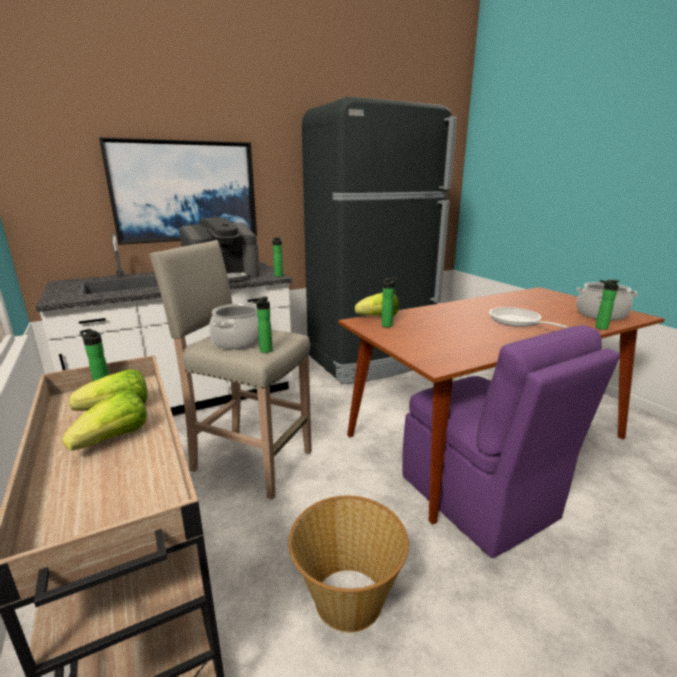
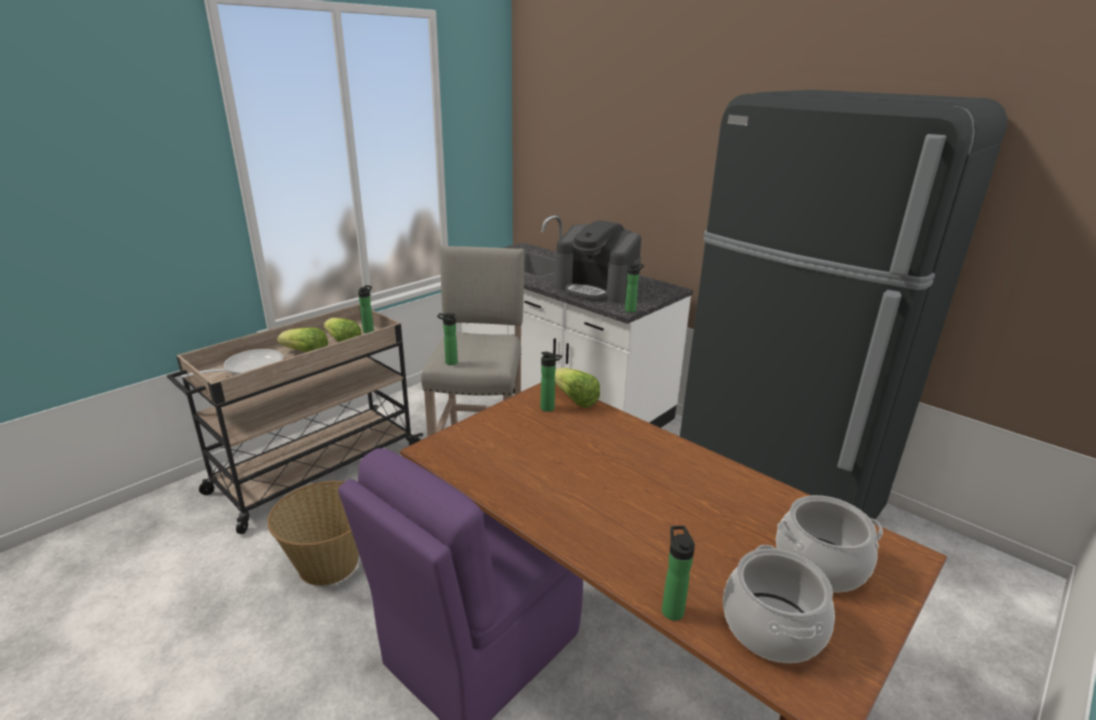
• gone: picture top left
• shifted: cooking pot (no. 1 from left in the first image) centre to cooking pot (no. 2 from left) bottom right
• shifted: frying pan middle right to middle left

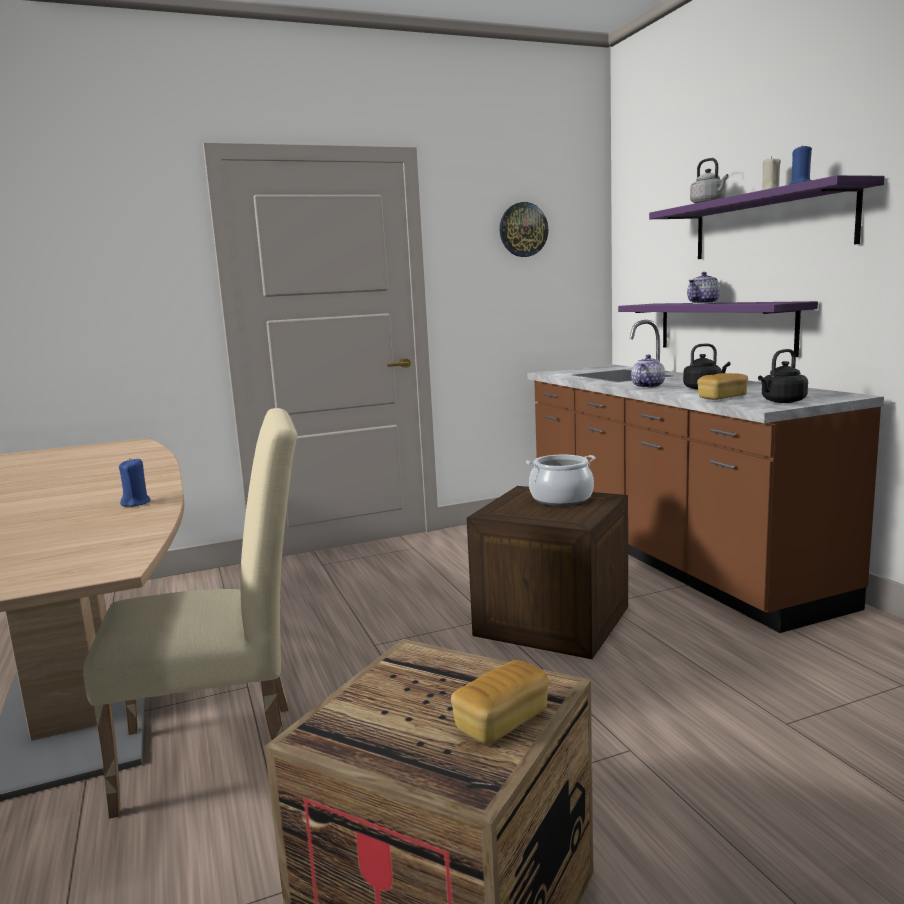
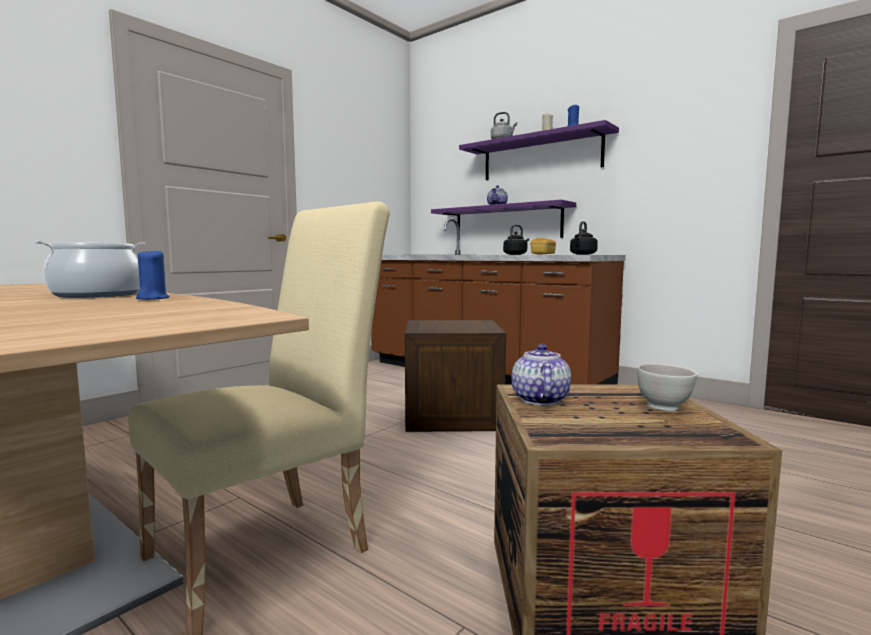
• gone: wall clock top centre
• shifted: teapot (no. 1 from left in the first image) middle right to teapot (no. 2 from left) centre
• shifted: cooking pot centre to middle left
• swapped: bread (no. 1 from left) bottom centre to white bowl middle right

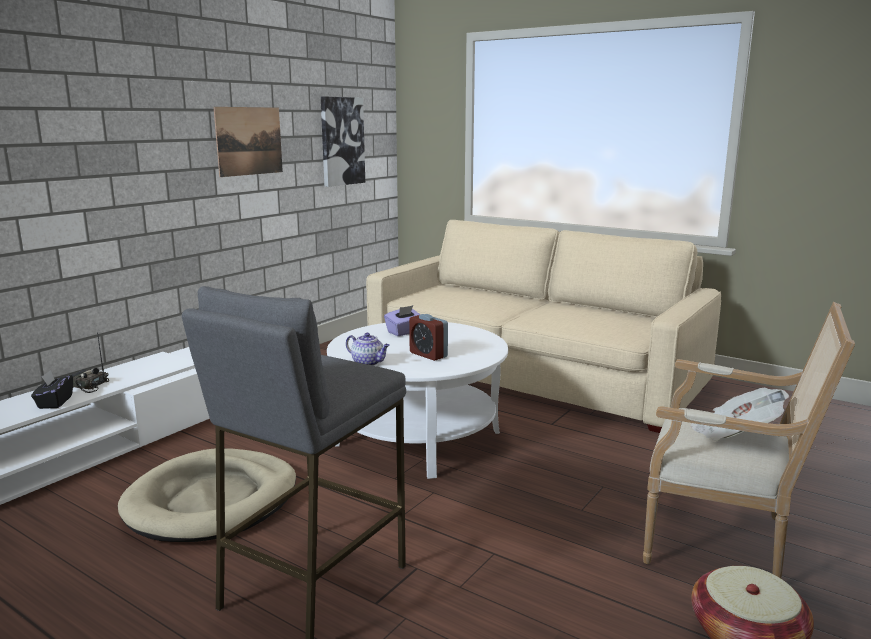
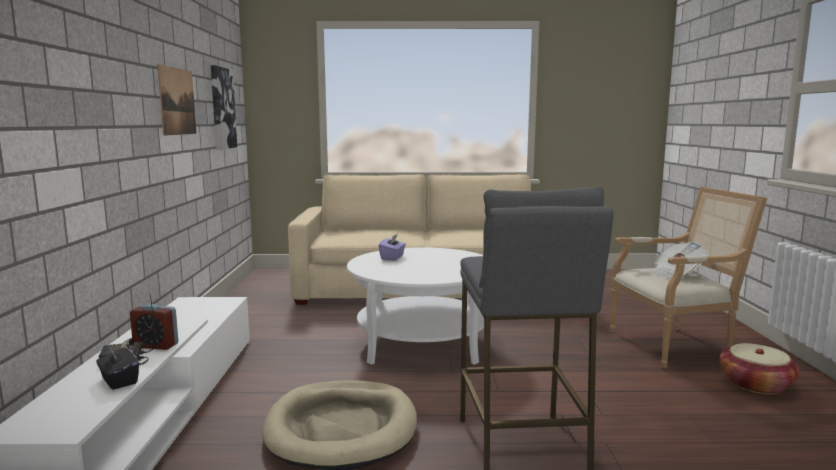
• shifted: alarm clock centre to bottom left
• gone: teapot centre

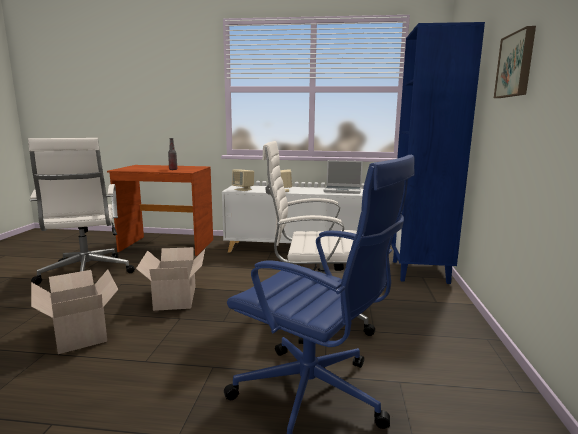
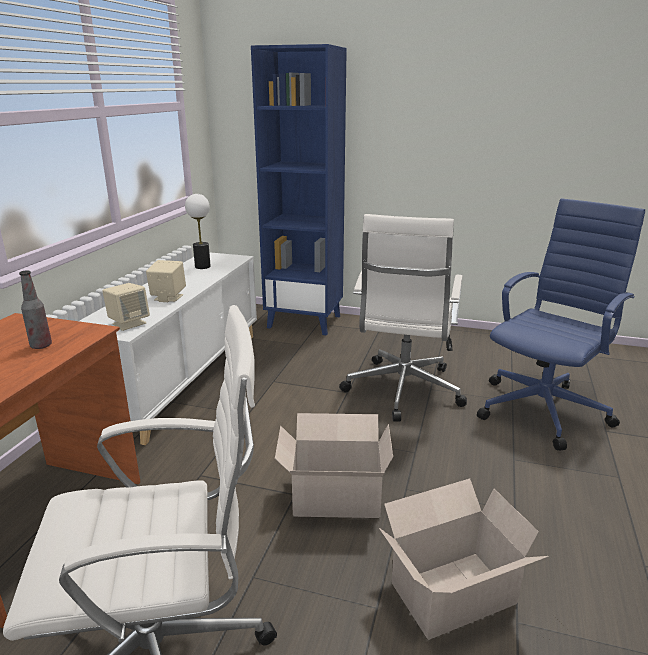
• gone: picture top right
• swapped: laptop centre to table lamp middle left

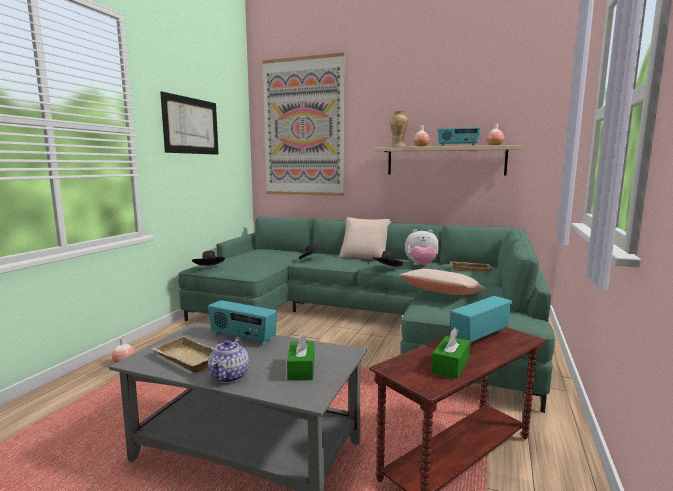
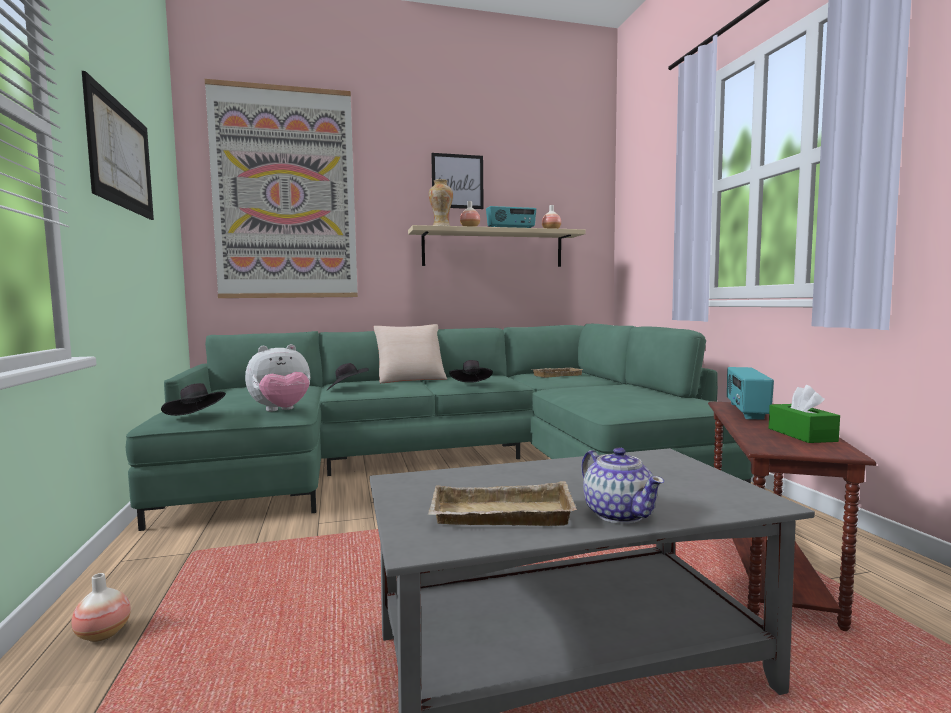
• shifted: plush toy centre to middle left
• gone: beige pillow (no. 2 from left) centre
• gone: radio (no. 1 from left) centre
• gone: green tissue box (no. 1 from left) bottom centre
• new: picture (no. 3 from left) top centre

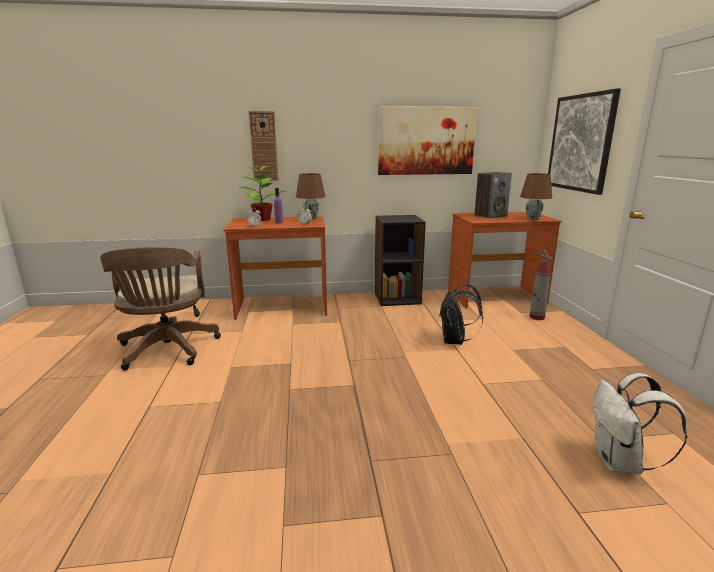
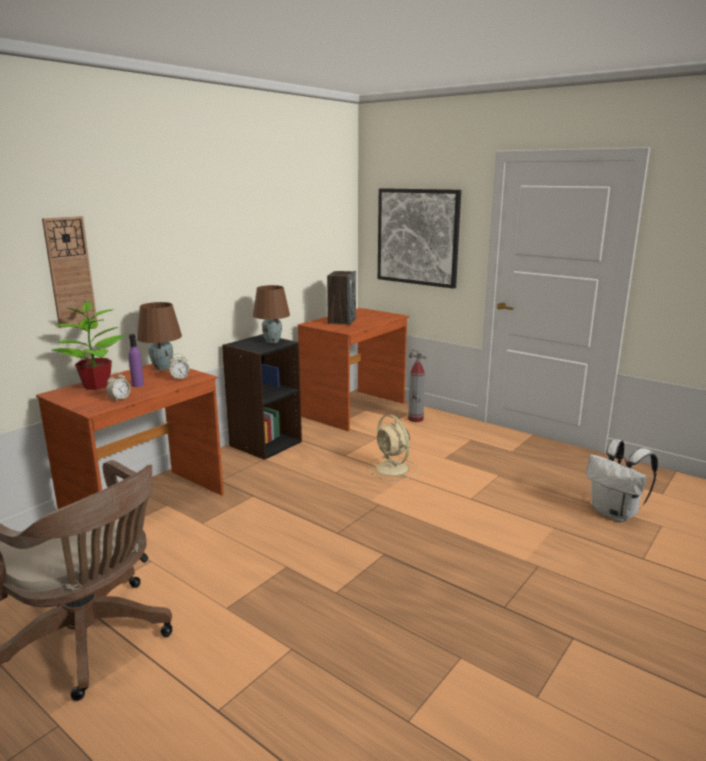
• gone: picture (no. 1 from left) top centre
• shifted: brown table lamp (no. 2 from left) middle right to centre
• swapped: black backpack centre to beige fan centre

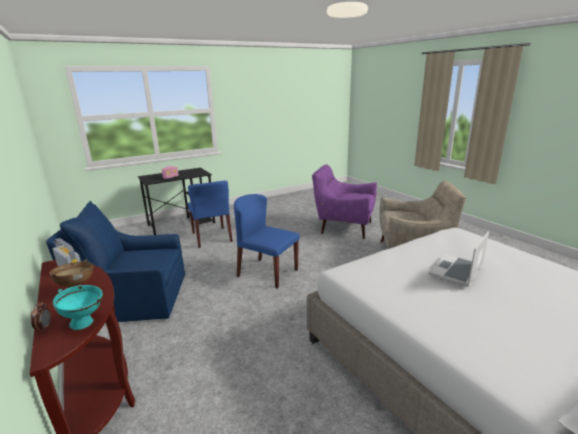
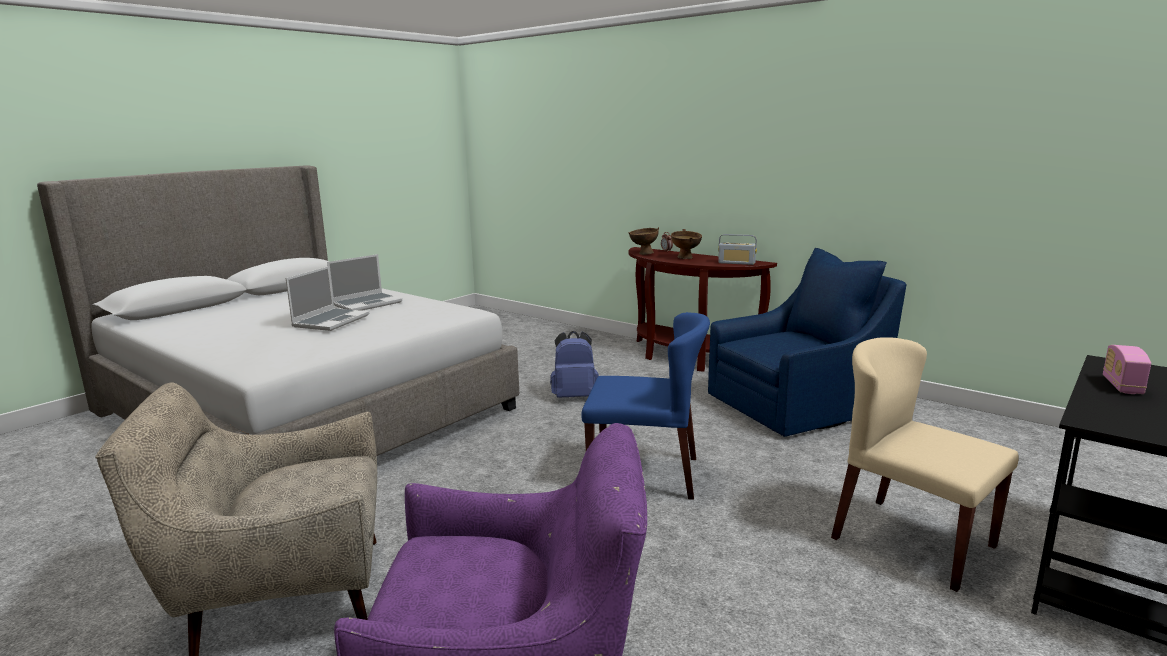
• repainted: blue chair (no. 1 from left) centre to beige chair bottom right
• repainted: turquoise bowl bottom left to brown bowl (no. 1 from left) centre
• new: laptop (no. 2 from left) middle left
• new: blue backpack centre

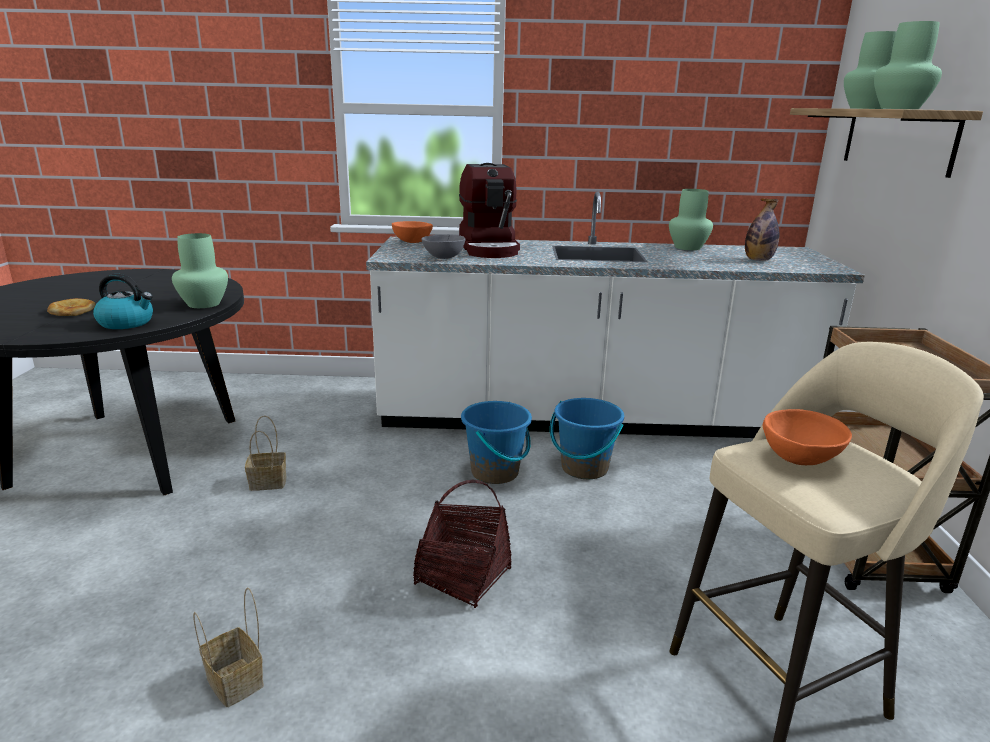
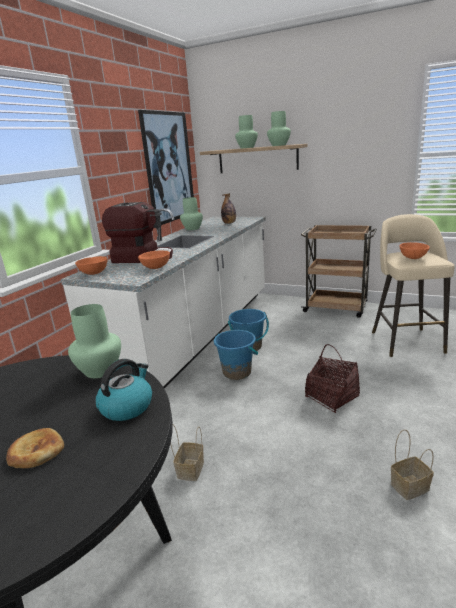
• repainted: grey bowl top centre to orange bowl (no. 2 from left) centre
• new: picture top centre

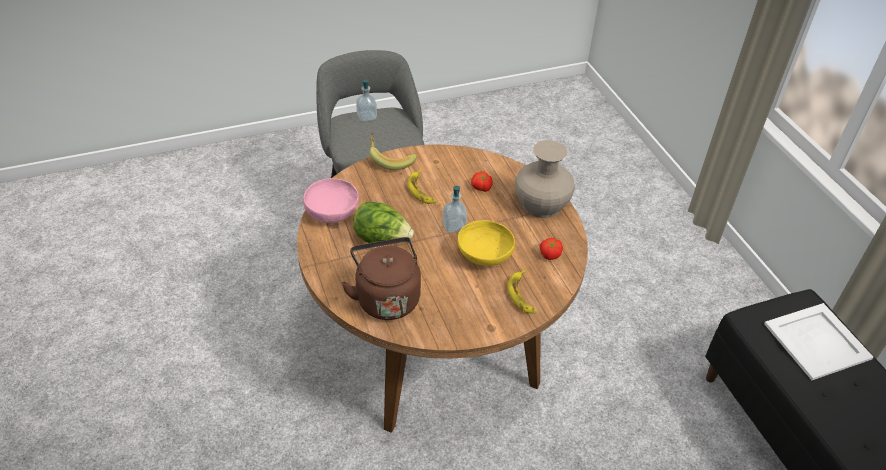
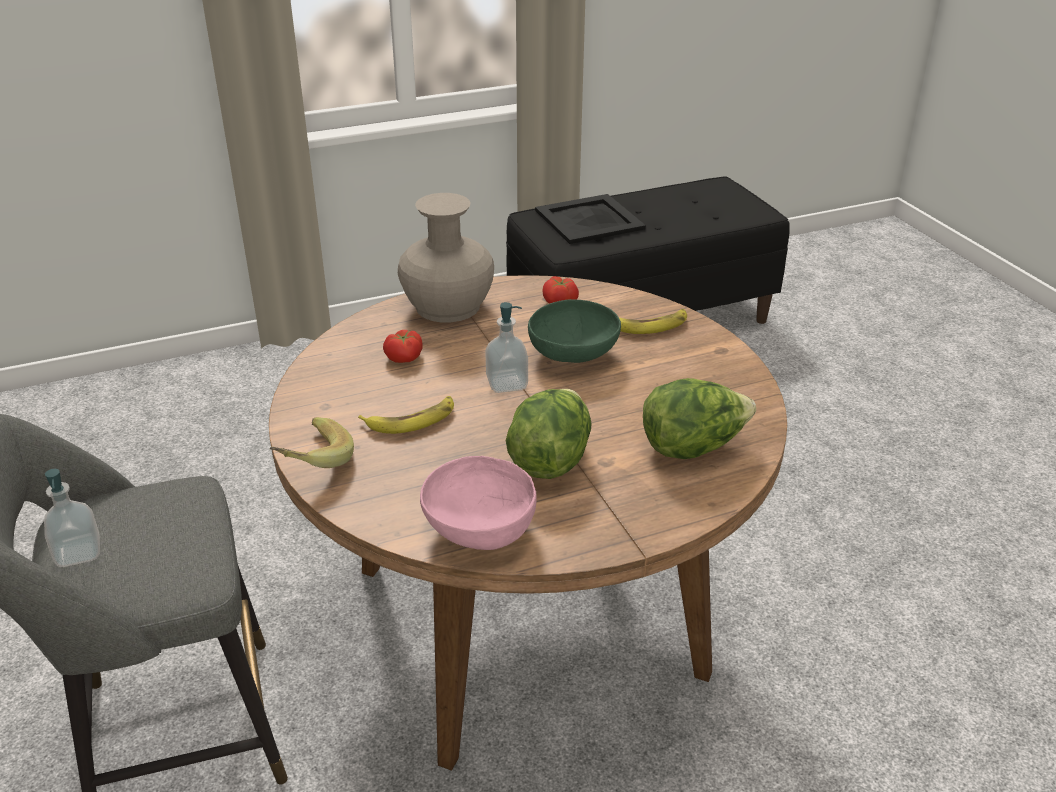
• repainted: yellow bowl centre to green bowl centre
• swapped: brown kettle centre to lettuce (no. 2 from left) centre
• repainted: white tray bottom right to black tray top centre

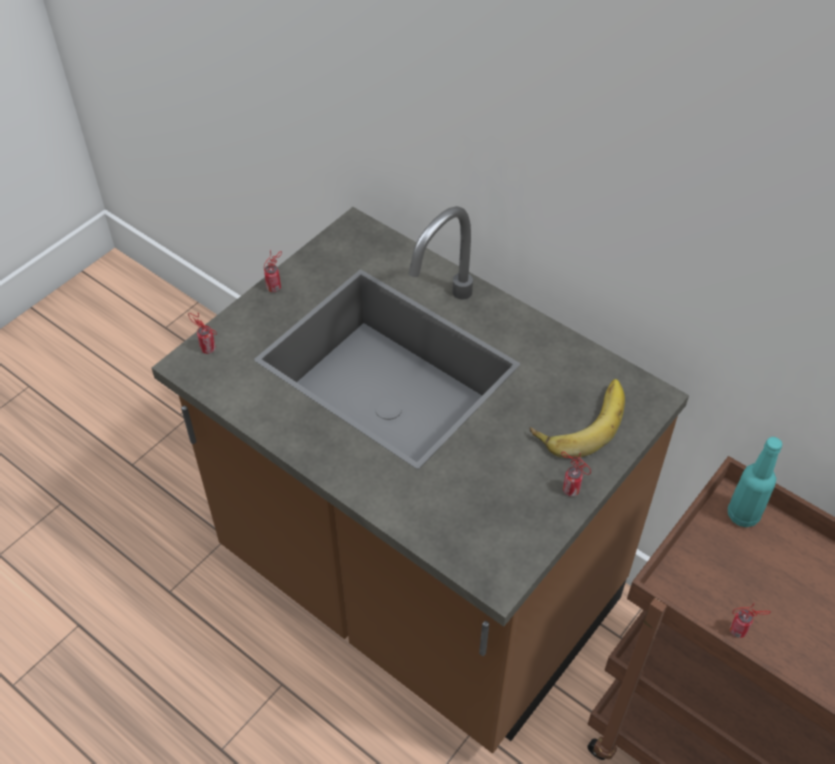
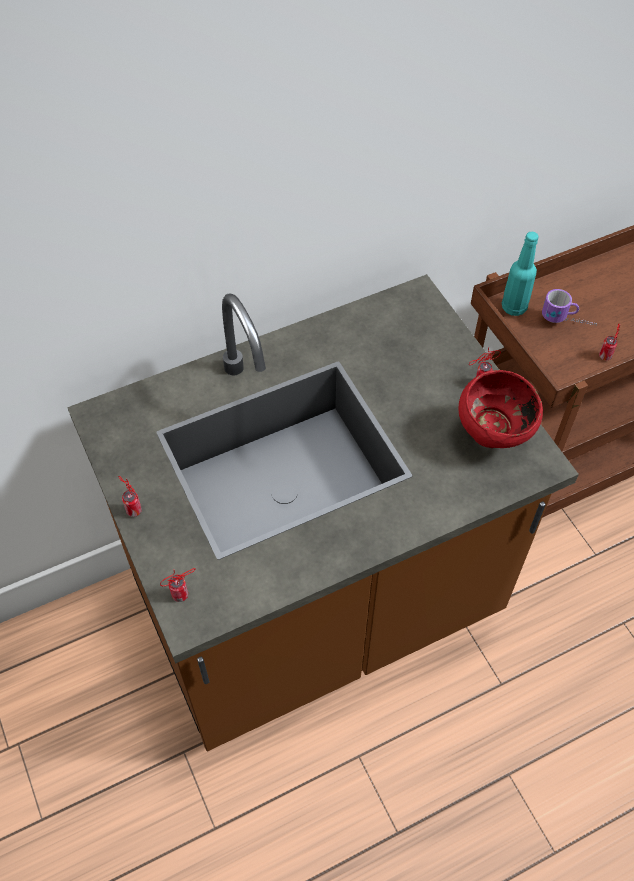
• gone: banana middle right
• new: mug middle right
• new: red bowl middle right

